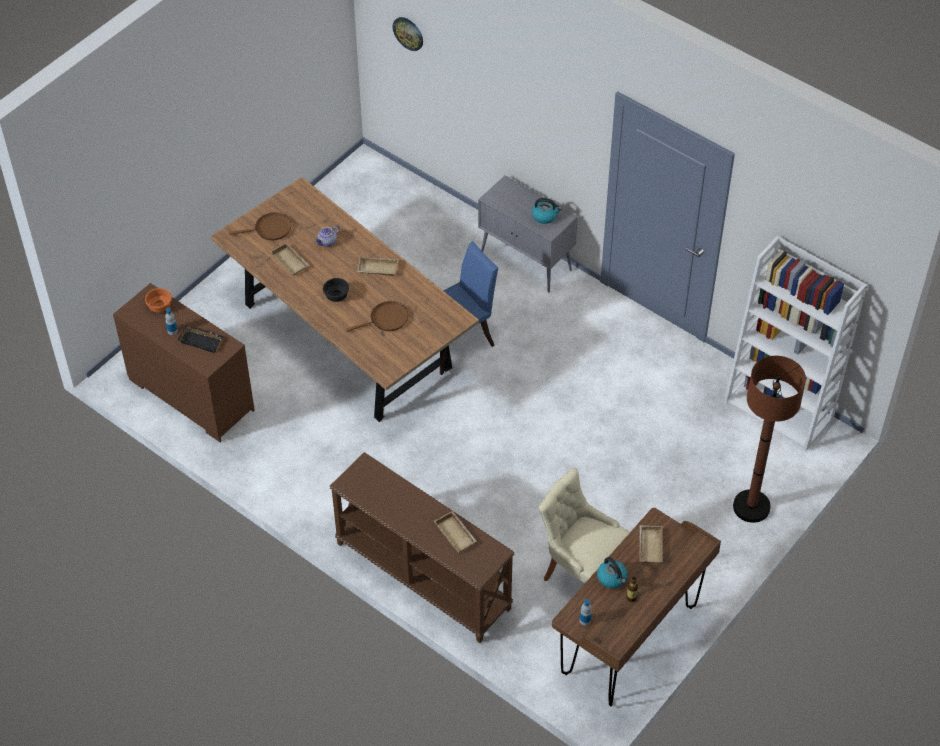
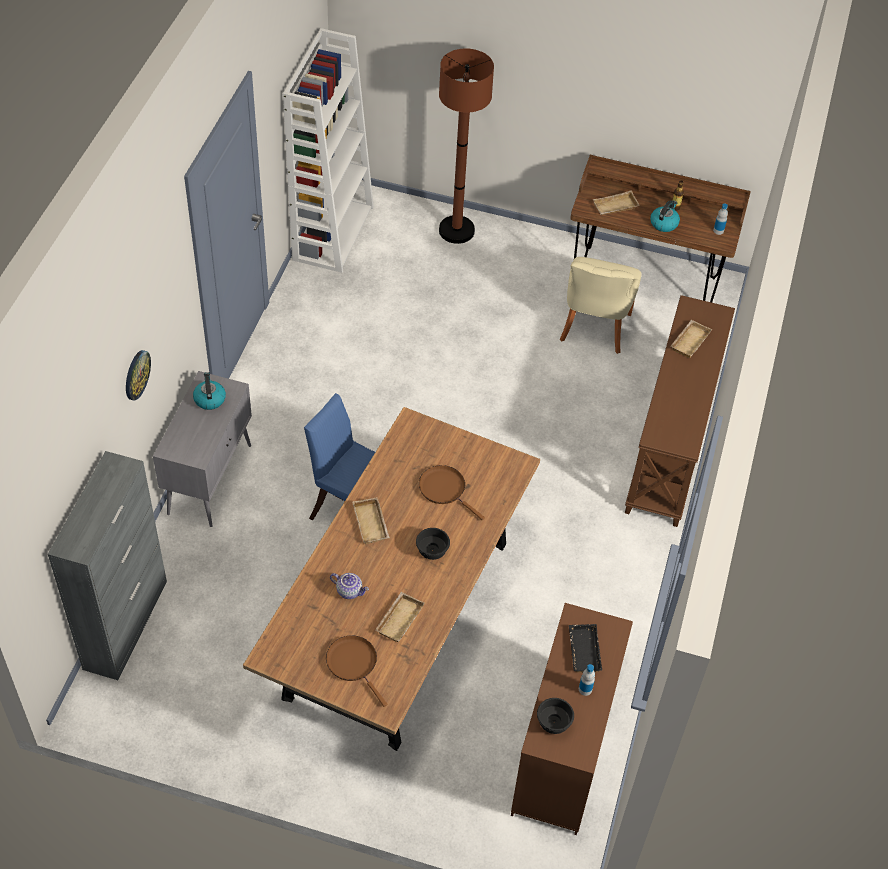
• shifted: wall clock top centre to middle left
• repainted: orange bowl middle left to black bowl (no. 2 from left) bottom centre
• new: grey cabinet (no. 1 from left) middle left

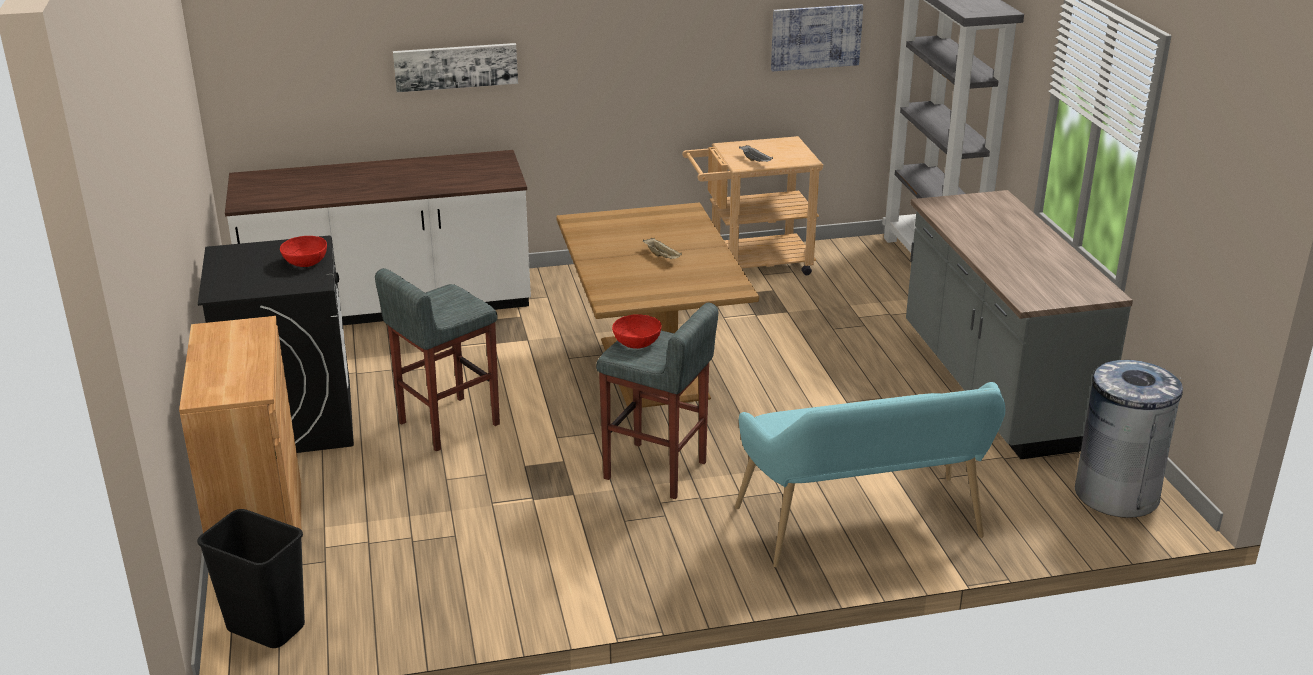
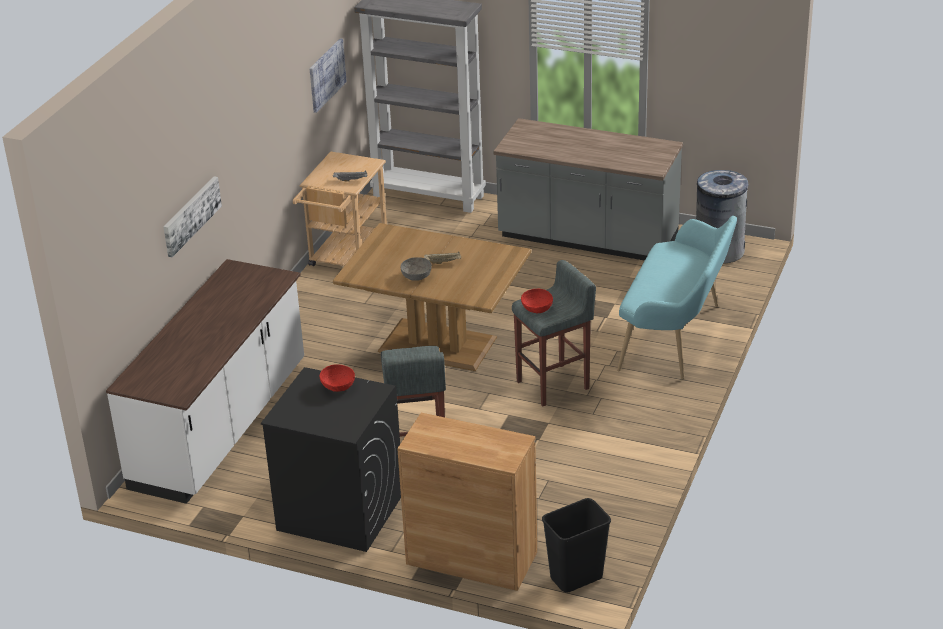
• new: grey bowl centre

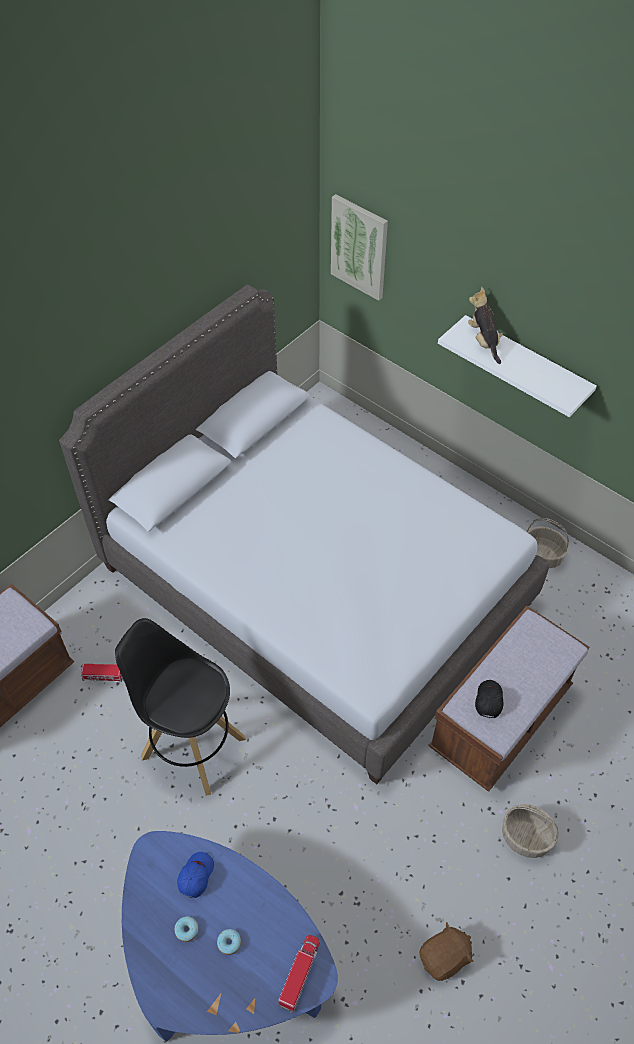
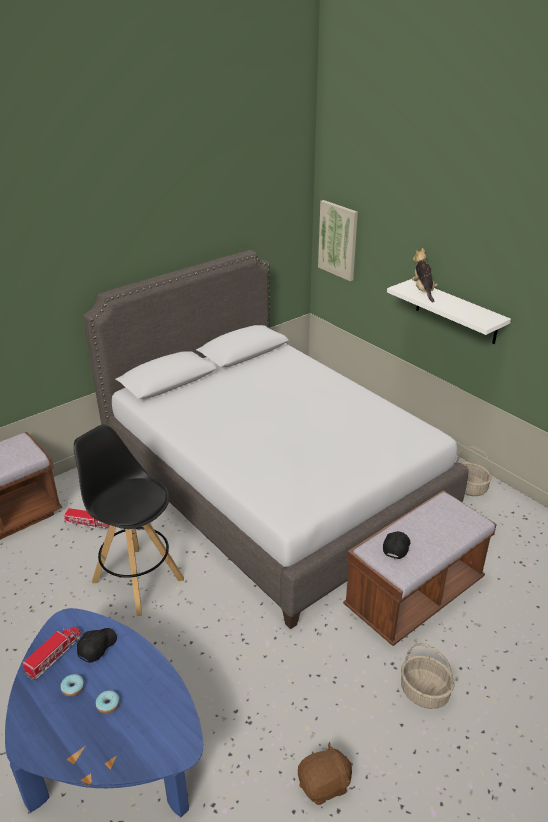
• repainted: blue cap bottom left to black cap (no. 1 from left) bottom left
• shifted: toy truck (no. 2 from left in the first image) bottom centre to toy truck (no. 1 from left) bottom left

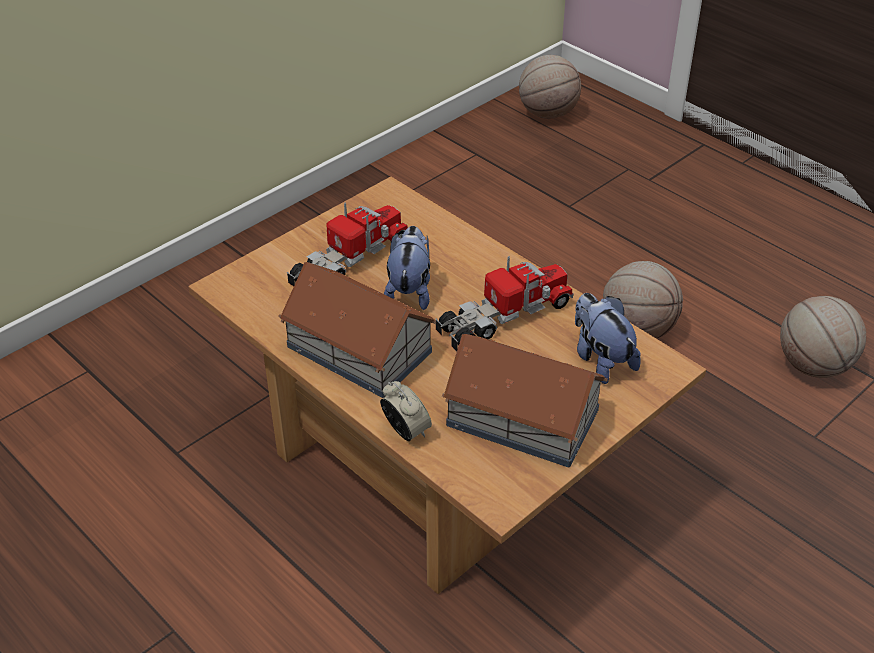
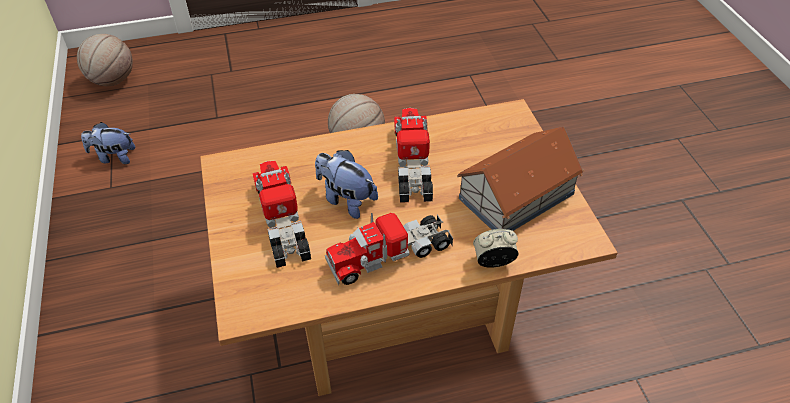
• swapped: toy house (no. 1 from left) centre to toy truck (no. 2 from left) centre
• shifted: plush toy (no. 2 from left in the first image) middle right to plush toy (no. 1 from left) middle left
• gone: basketball (no. 3 from left) middle right

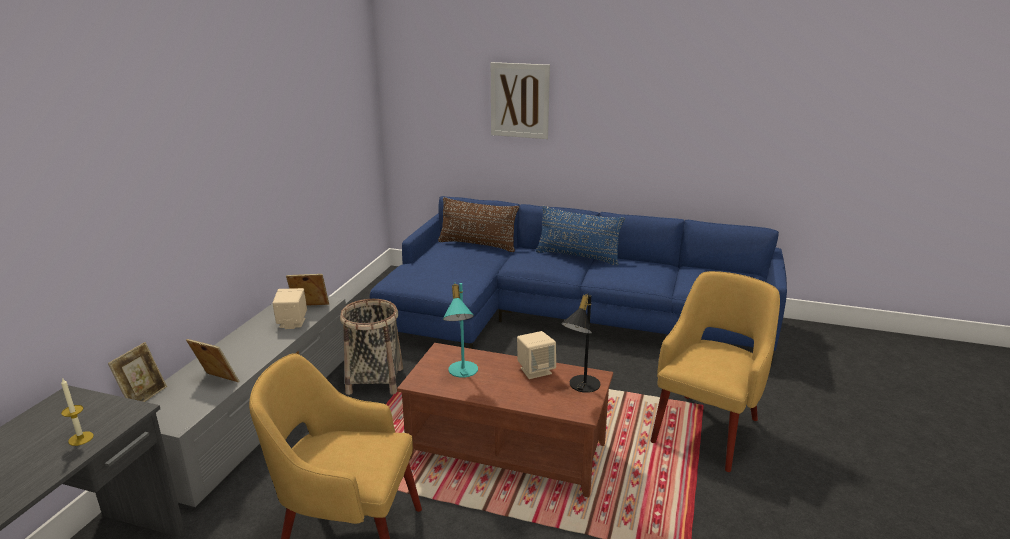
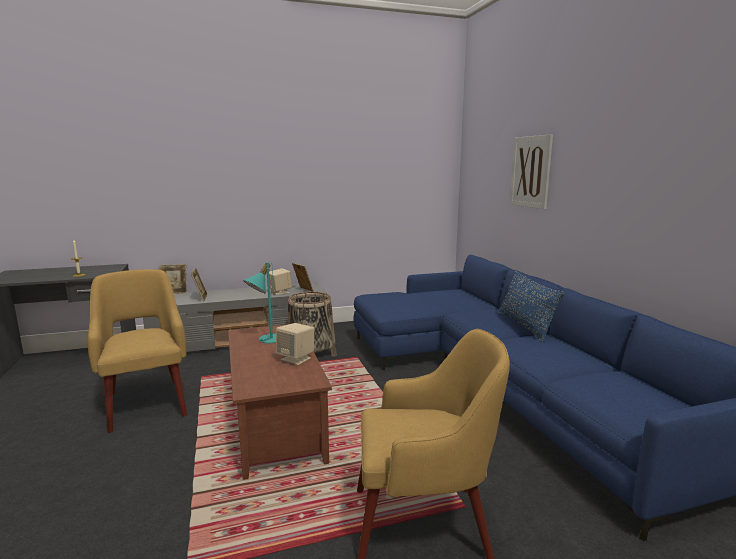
• gone: brown pillow centre
• gone: black table lamp centre

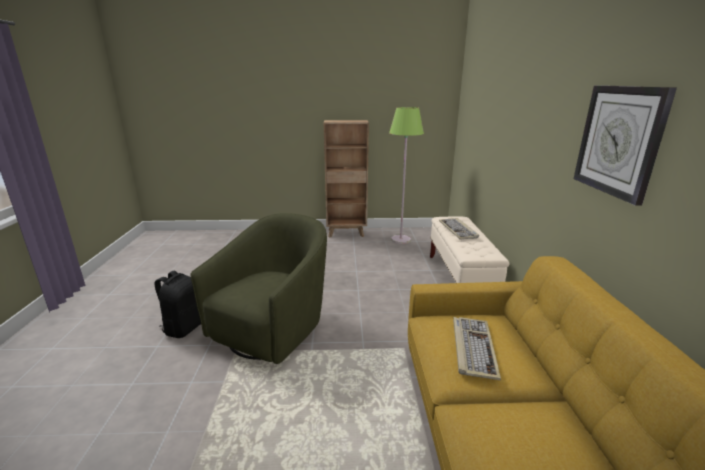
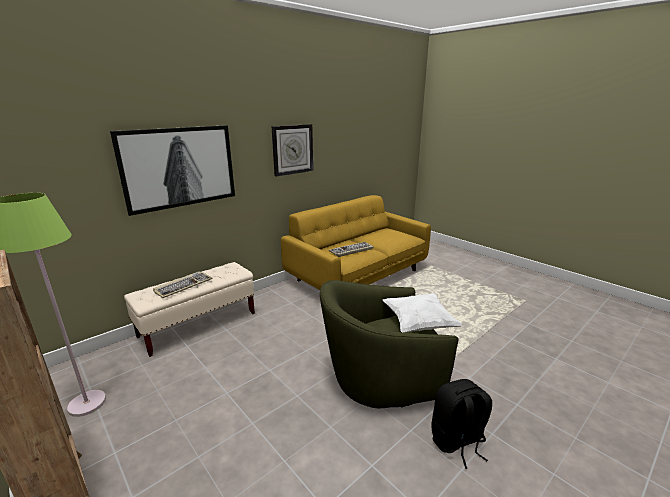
• new: picture middle left
• new: white pillow centre

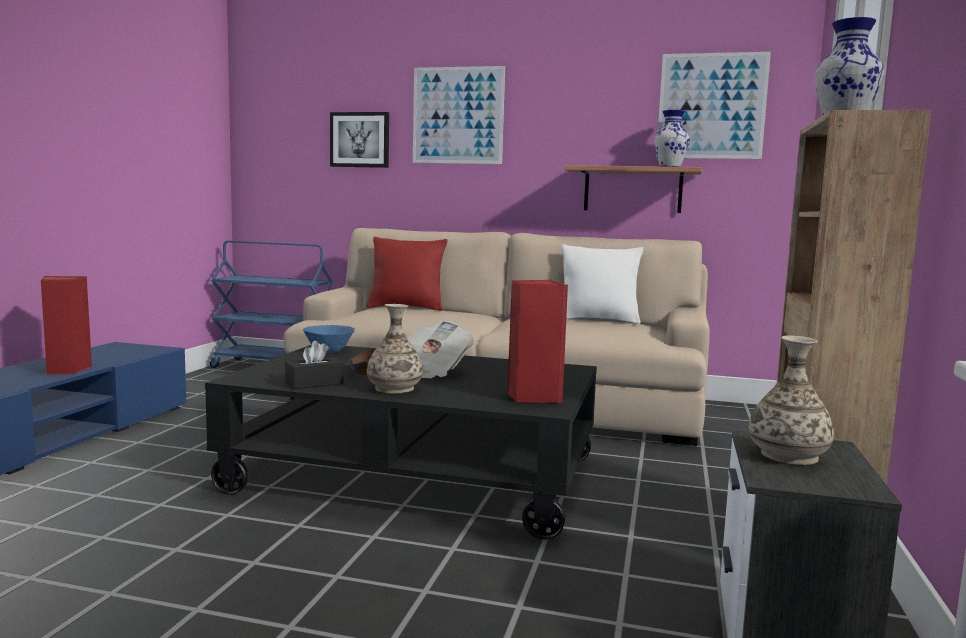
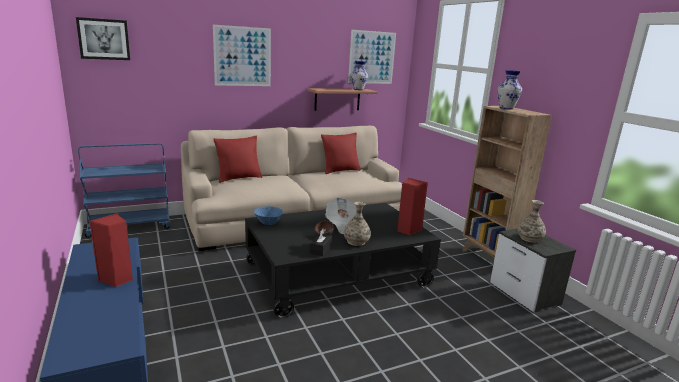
• shifted: picture (no. 1 from left) top centre to top left
• repainted: white pillow centre to red pillow (no. 2 from left) centre

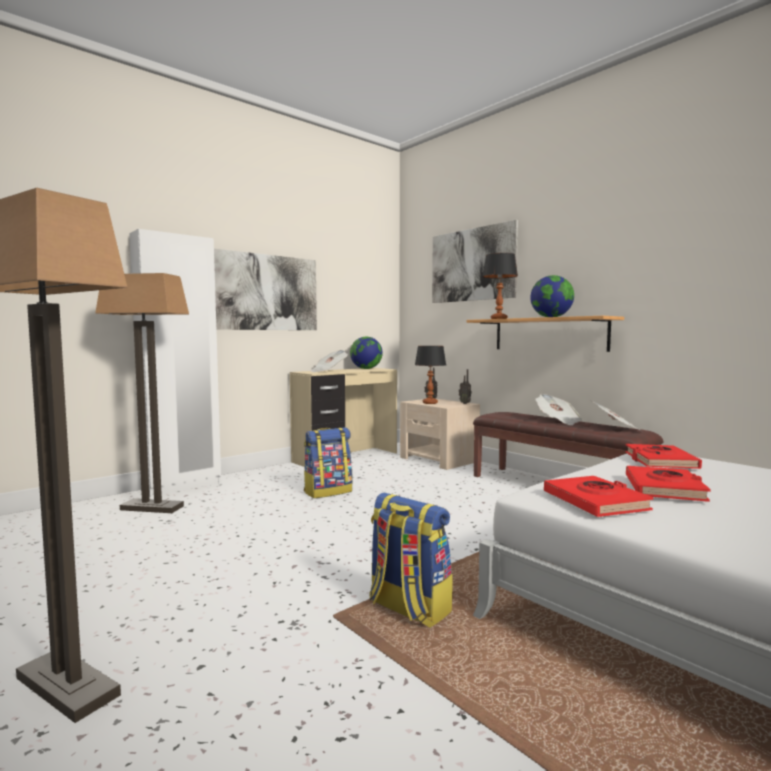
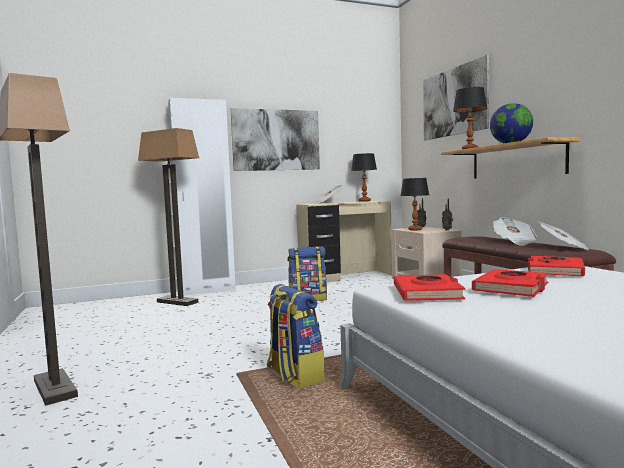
• swapped: globe (no. 1 from left) centre to table lamp (no. 1 from left) centre

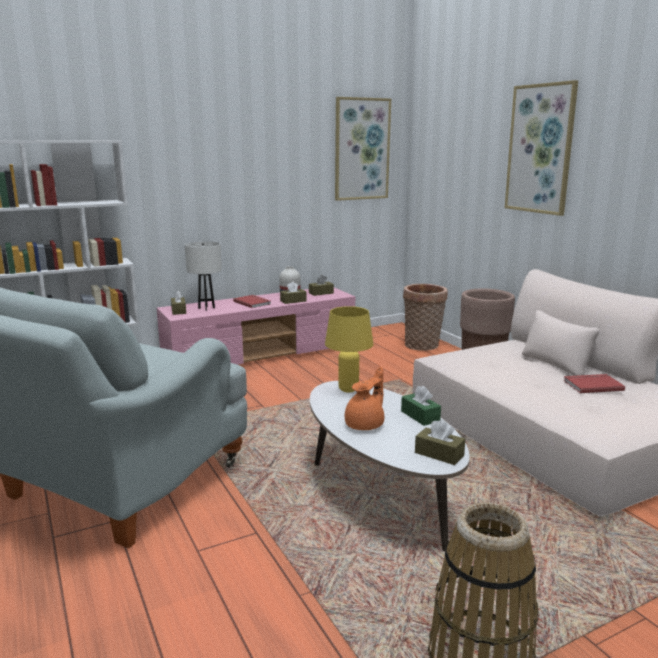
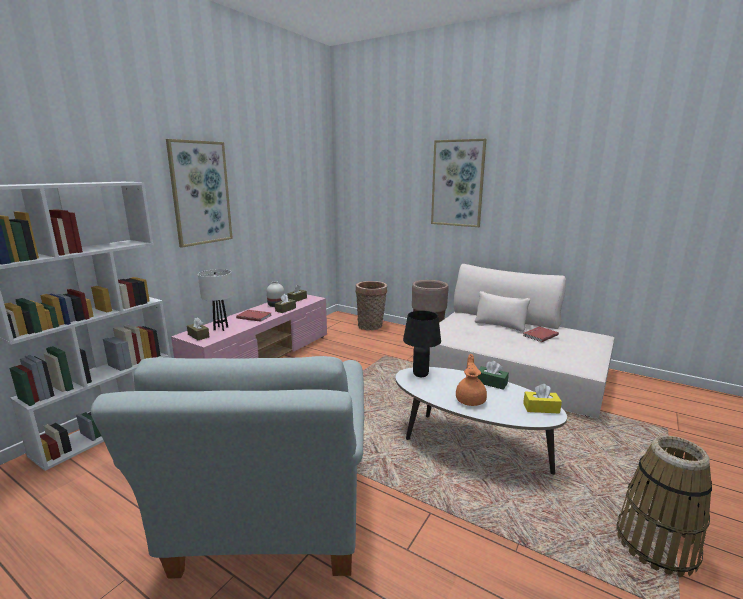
• shifted: picture (no. 1 from left) top centre to top left
• repainted: yellow table lamp centre to black table lamp centre
• repainted: brown tissue box (no. 4 from left) bottom right to yellow tissue box middle right

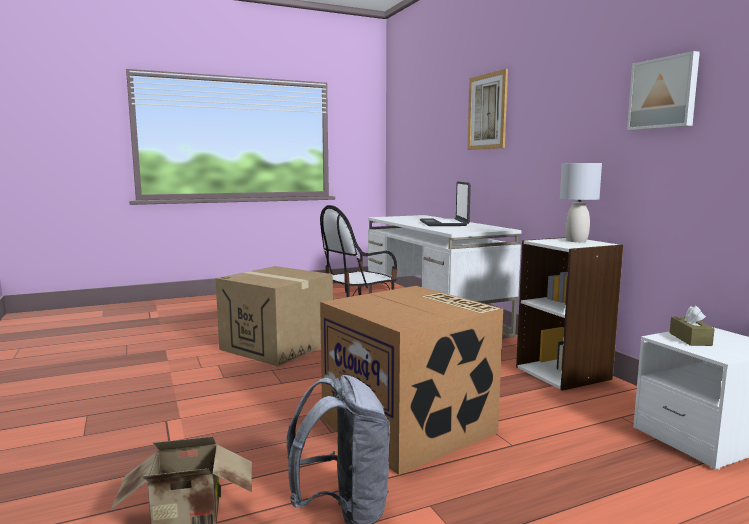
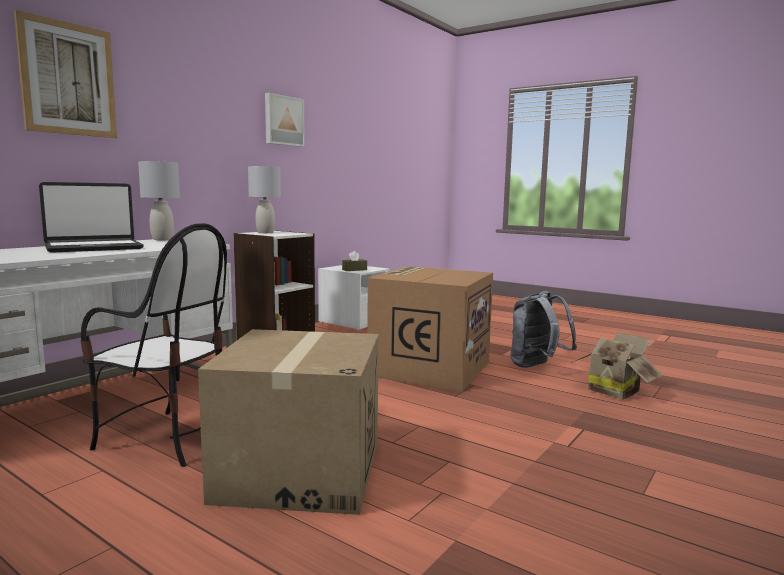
• new: grey table lamp (no. 1 from left) middle left

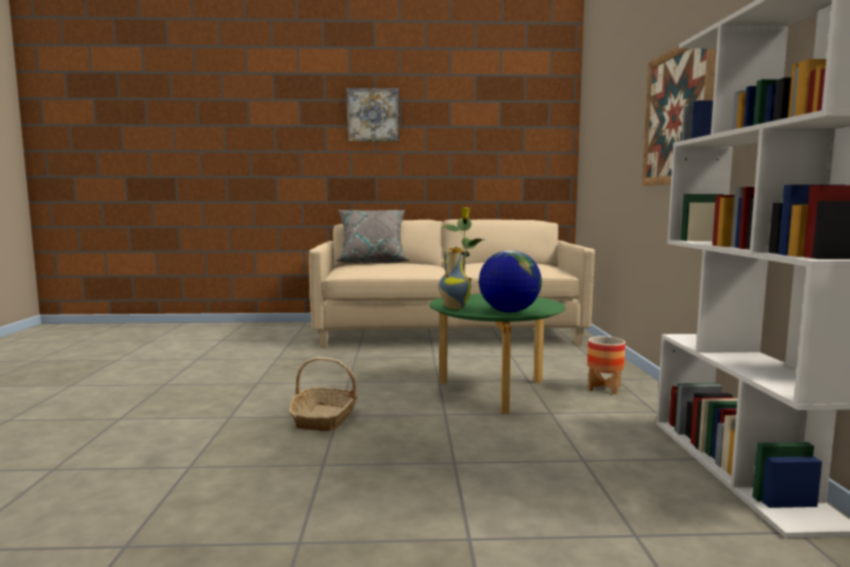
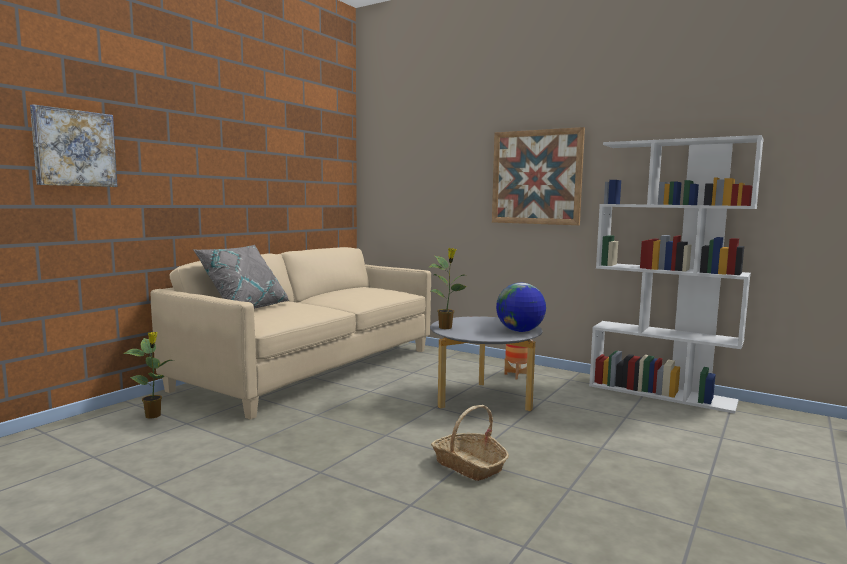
• shifted: picture (no. 1 from left) top centre to top left
• gone: vase centre
• repainted: green coffee table centre to grey coffee table centre
• new: potted plant (no. 1 from left) middle left

